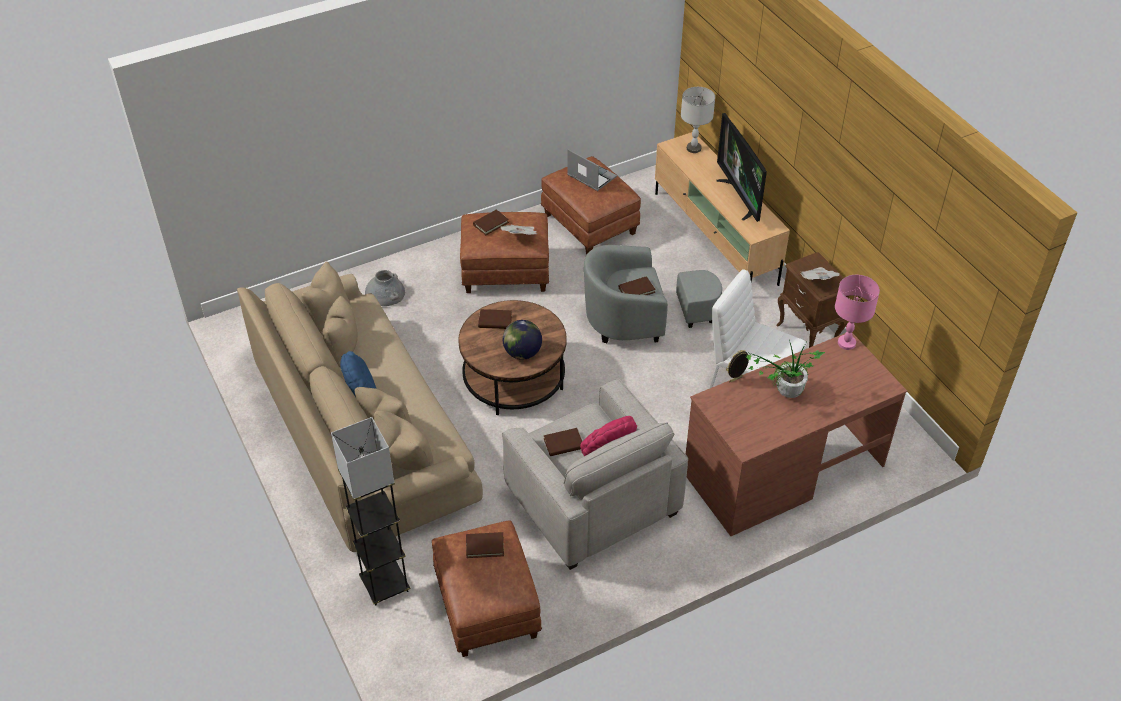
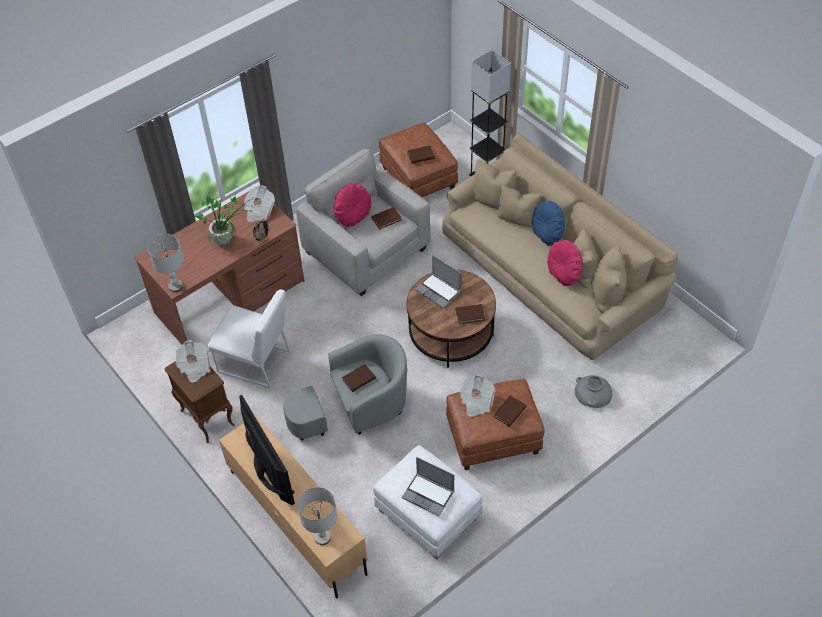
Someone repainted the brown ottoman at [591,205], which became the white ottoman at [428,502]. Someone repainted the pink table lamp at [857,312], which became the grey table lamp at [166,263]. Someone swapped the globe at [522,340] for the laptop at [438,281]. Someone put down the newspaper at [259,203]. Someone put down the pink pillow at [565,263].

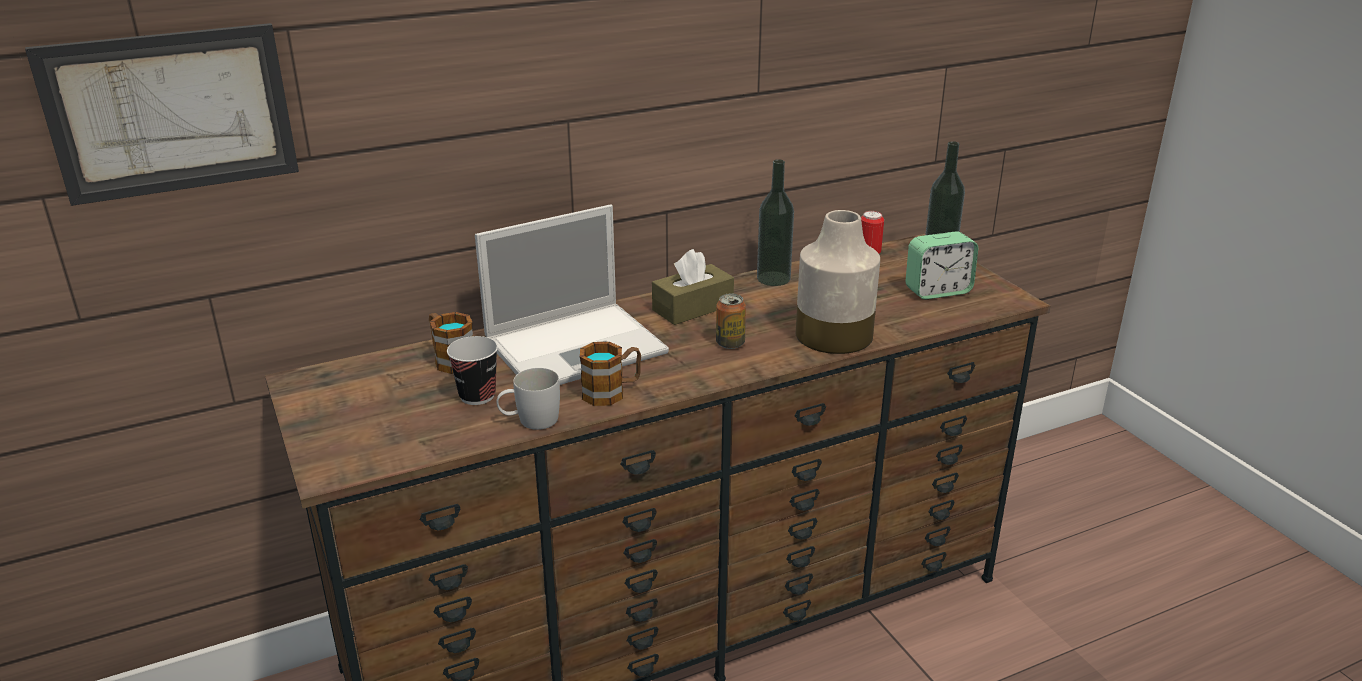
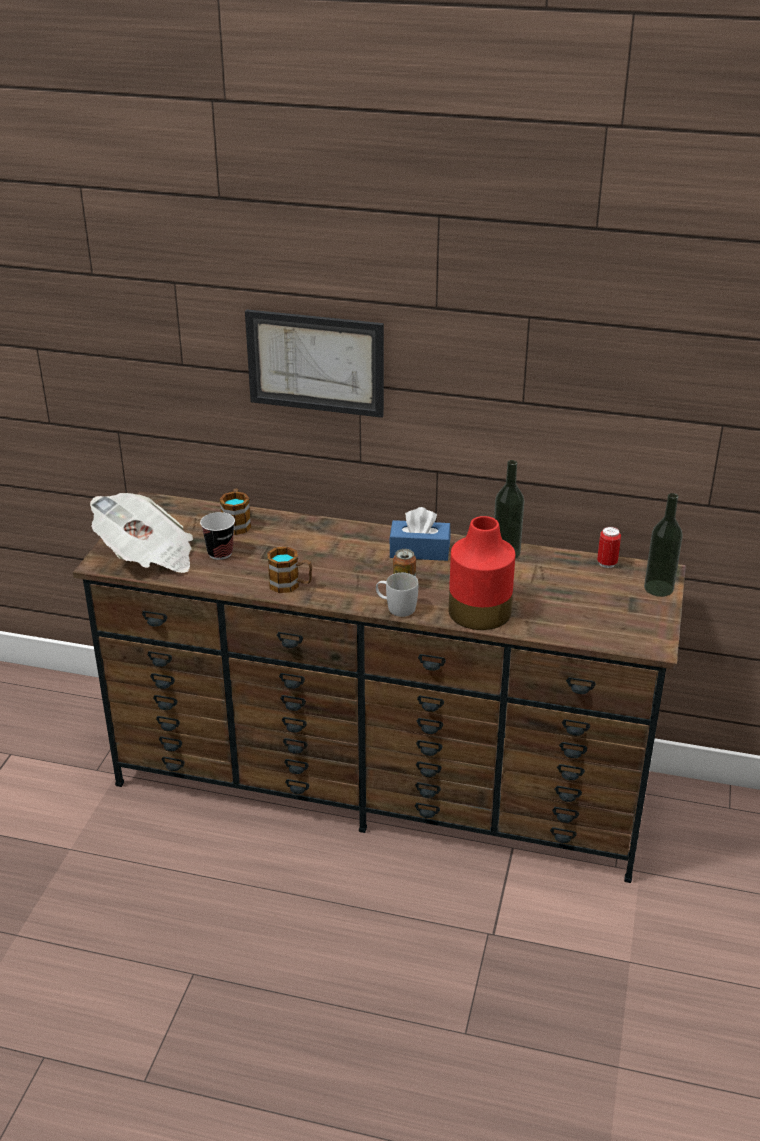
Someone carried the picture from [162,114] to [314,363]. Someone took away the laptop at [572,295]. Someone repainted the beige vase at [838,282], which became the red vase at [482,573]. Someone took away the alarm clock at [941,265]. Someone repainted the brown tissue box at [693,287], which became the blue tissue box at [420,534]. Someone carried the white mug from [528,399] to [397,595]. Someone put down the newspaper at [141,533].

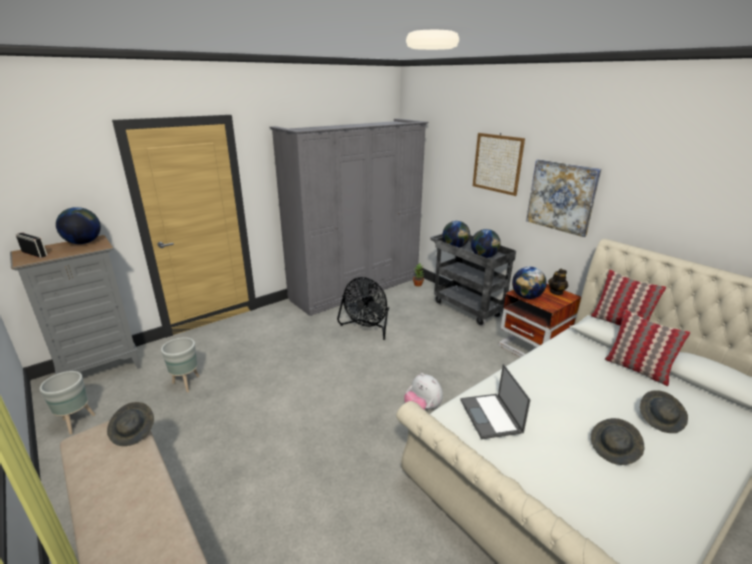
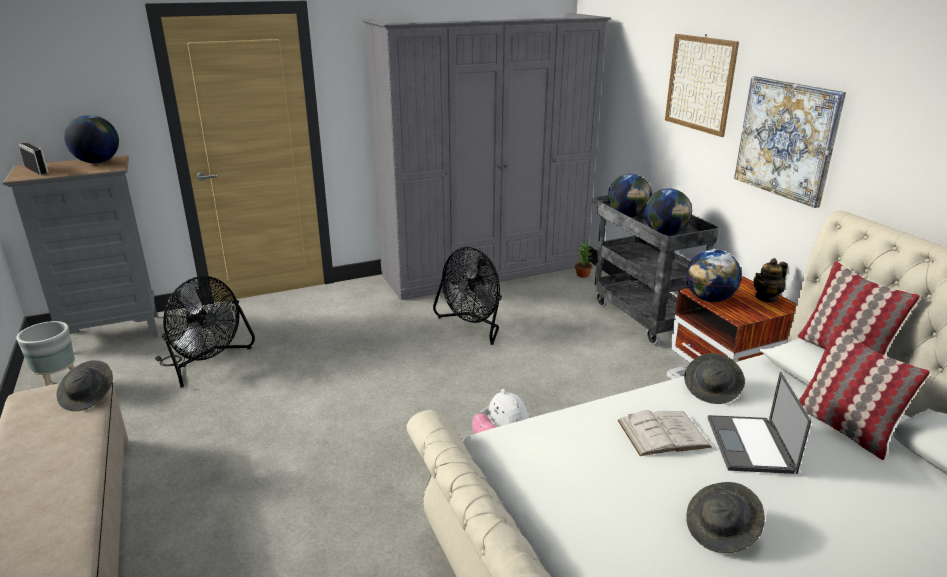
Someone swapped the grey planter at [180,364] for the black fan at [205,332]. Someone carried the laptop from [495,401] to [759,423]. Someone carried the grey hat from [664,411] to [714,378]. Someone put down the white book at [665,433].

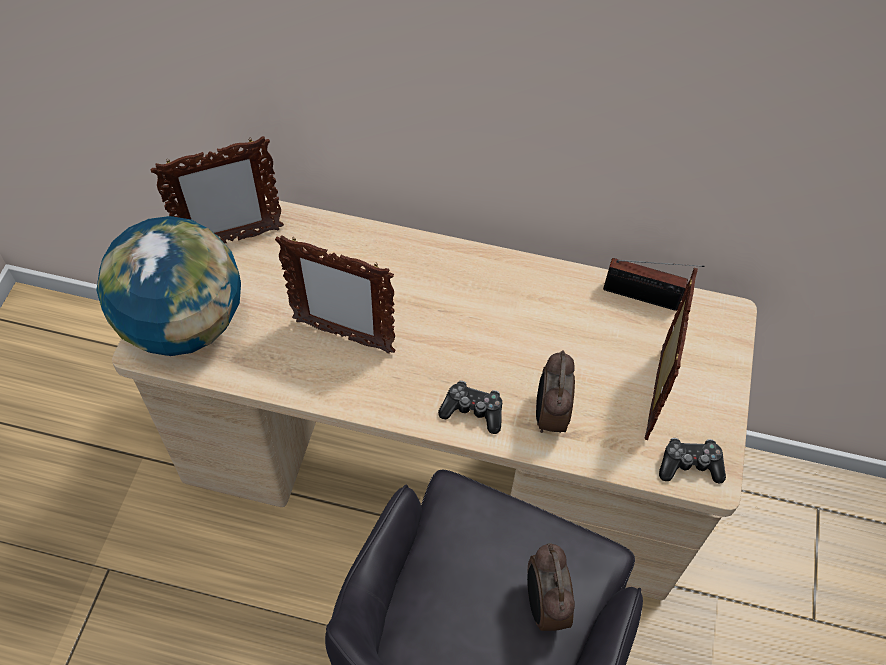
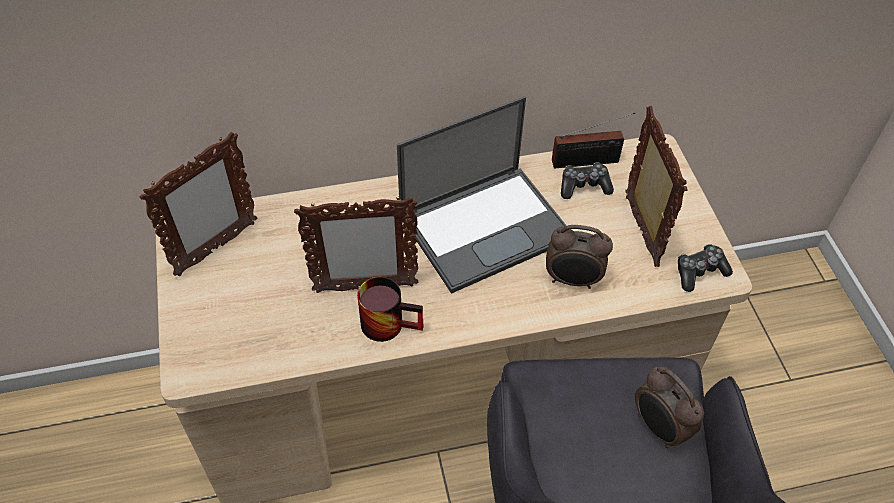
Someone took away the globe at [168,286]. Someone rotated the alarm clock at [555,392] by 60 degrees counterclockwise. Someone carried the game controller from [470,407] to [587,180]. Someone put down the laptop at [482,195]. Someone put down the mug at [390,309].

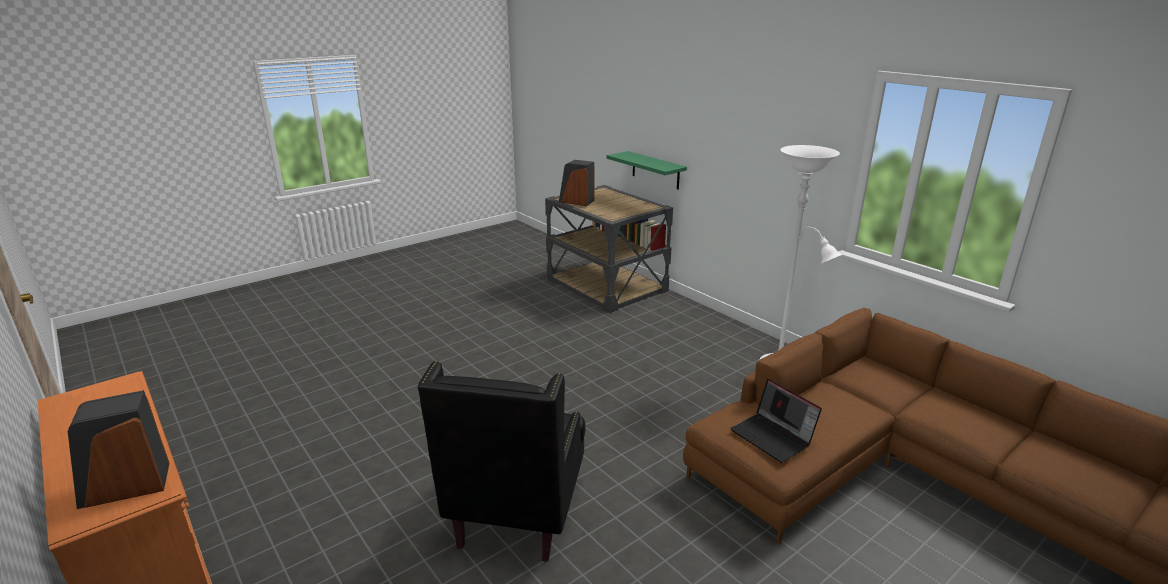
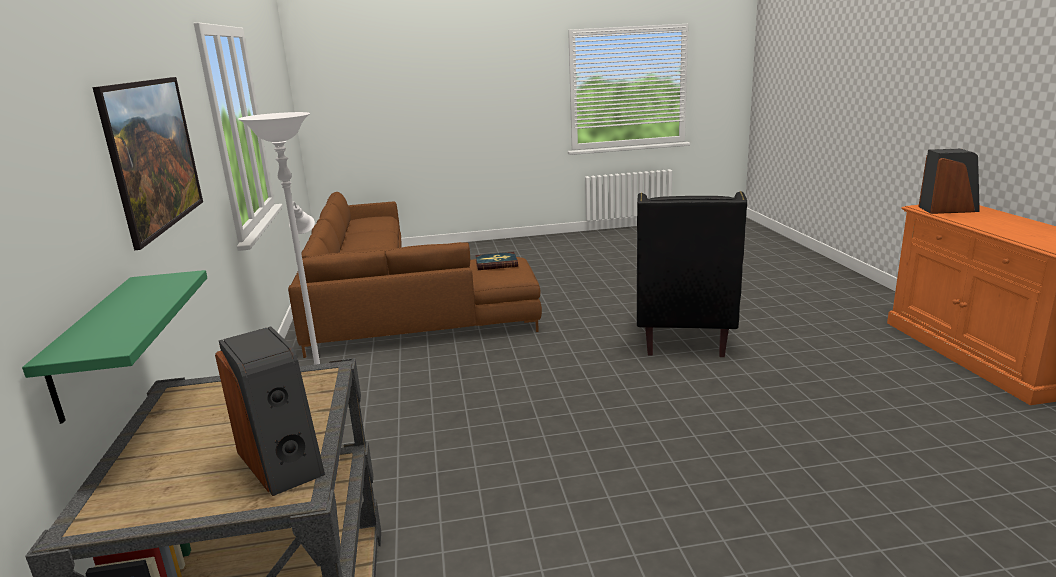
Someone rotated the black armchair at [502,461] by 150 degrees clockwise. Someone swapped the laptop at [776,421] for the book at [496,261]. Someone put up the picture at [147,163].

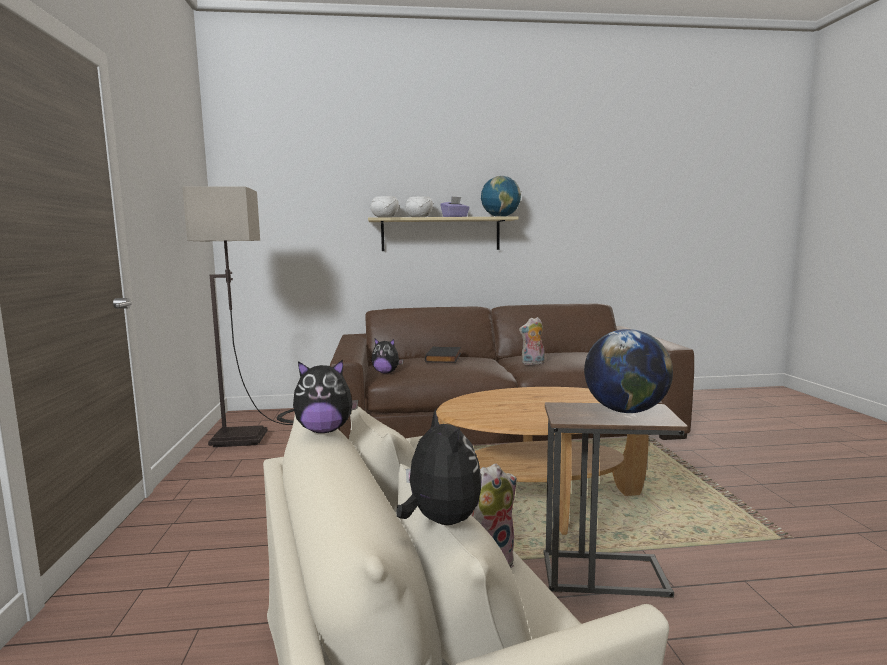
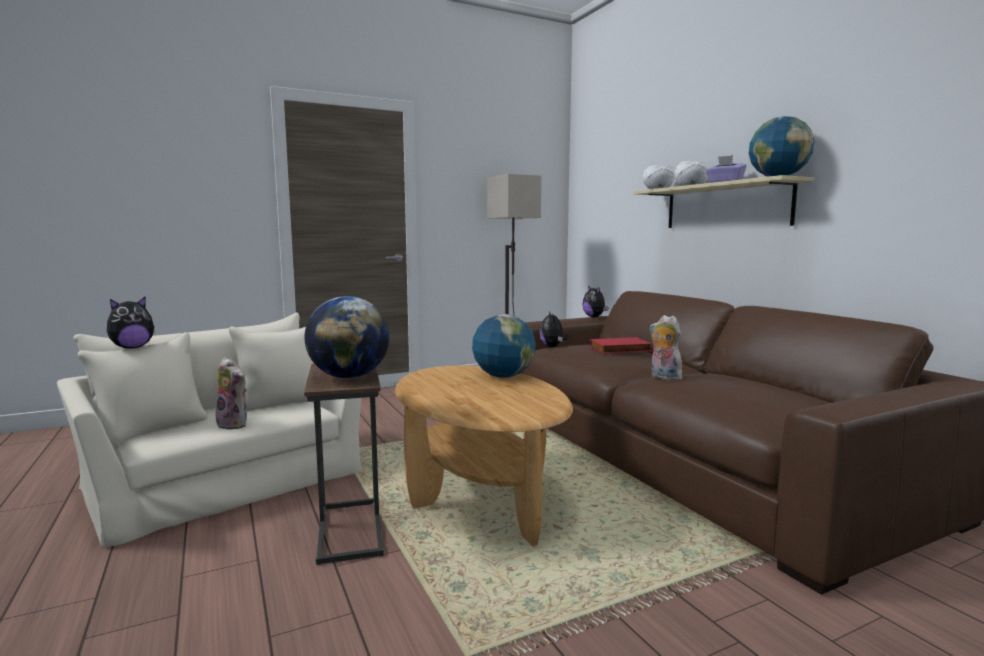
Someone repainted the black book at [443,354], which became the red book at [621,345]. Someone carried the plush toy from [325,396] to [595,301]. Someone put down the globe at [504,346].

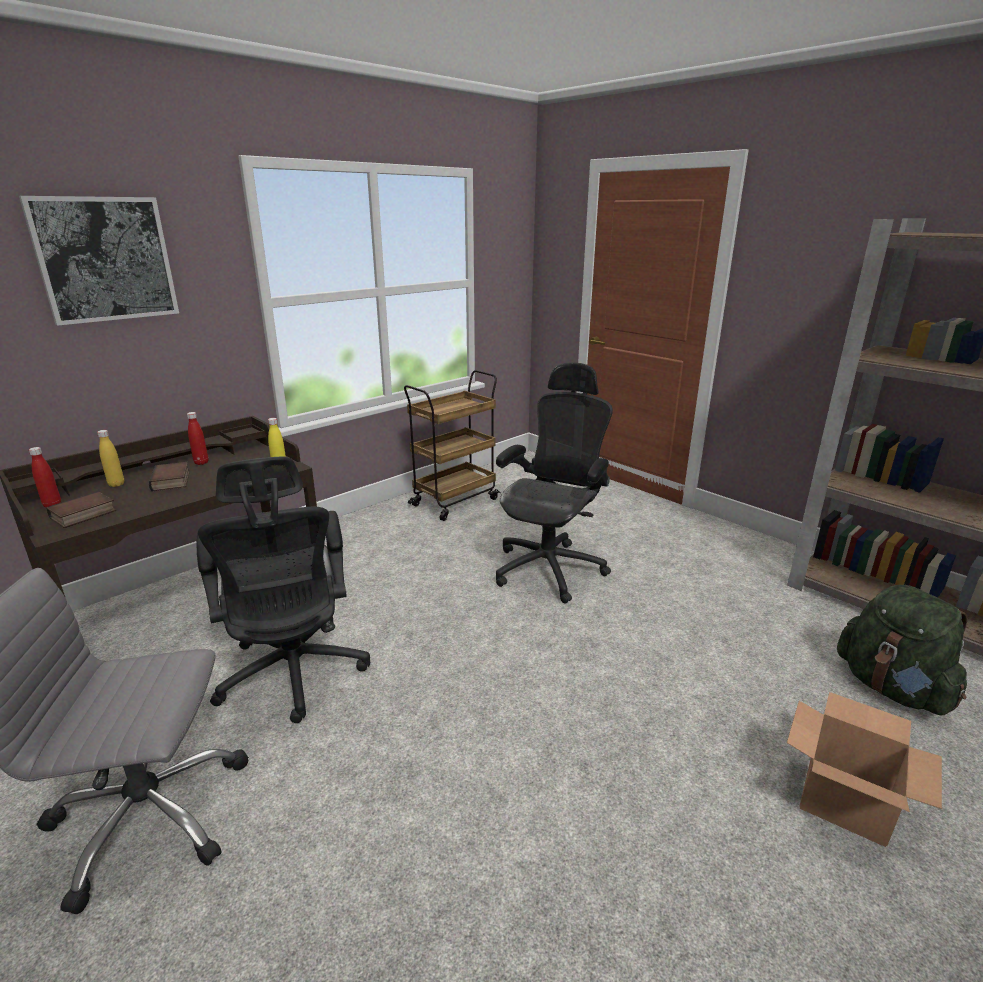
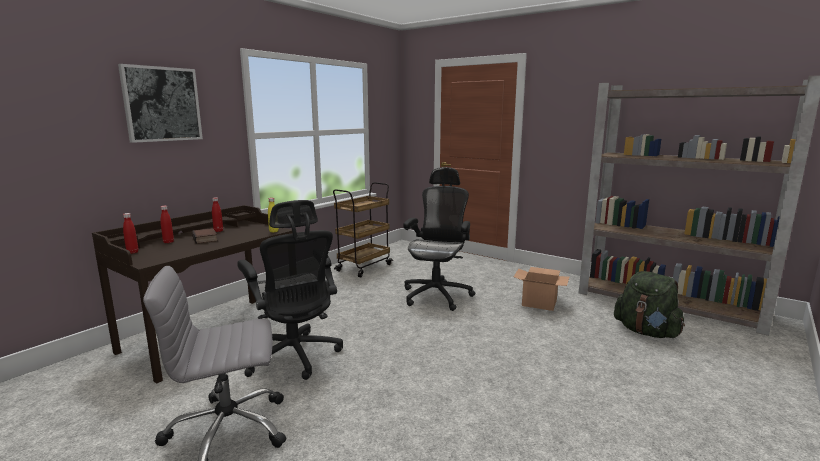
Someone repainted the yellow bottle at [110,458], which became the red bottle at [167,224]. Someone took away the book at [81,510]. Someone carried the cardboard box from [864,769] to [541,289].

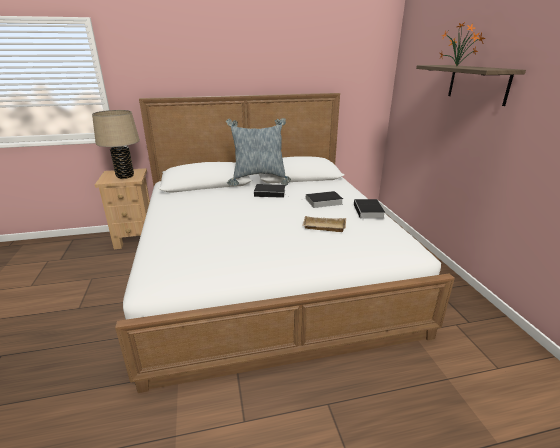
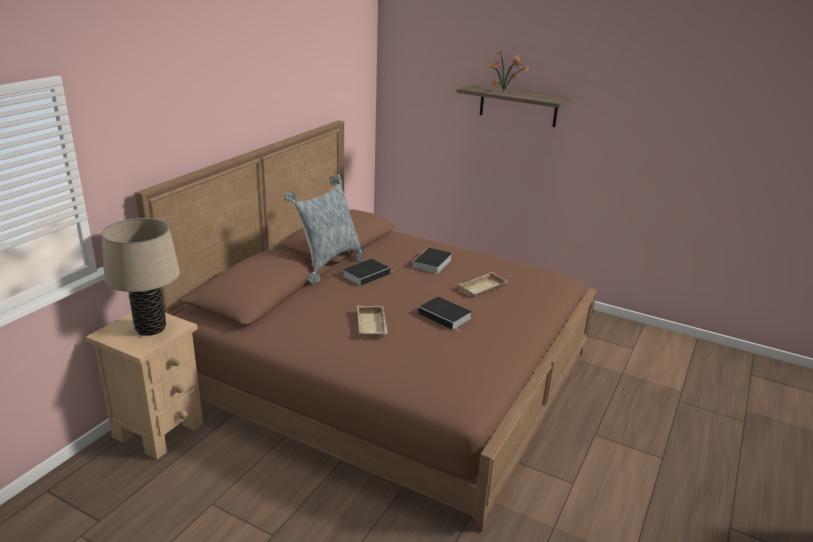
Someone repainted the white bed at [285,243], which became the brown bed at [366,326]. Someone carried the book from [369,209] to [445,314]. Someone put down the beige tray at [372,322].

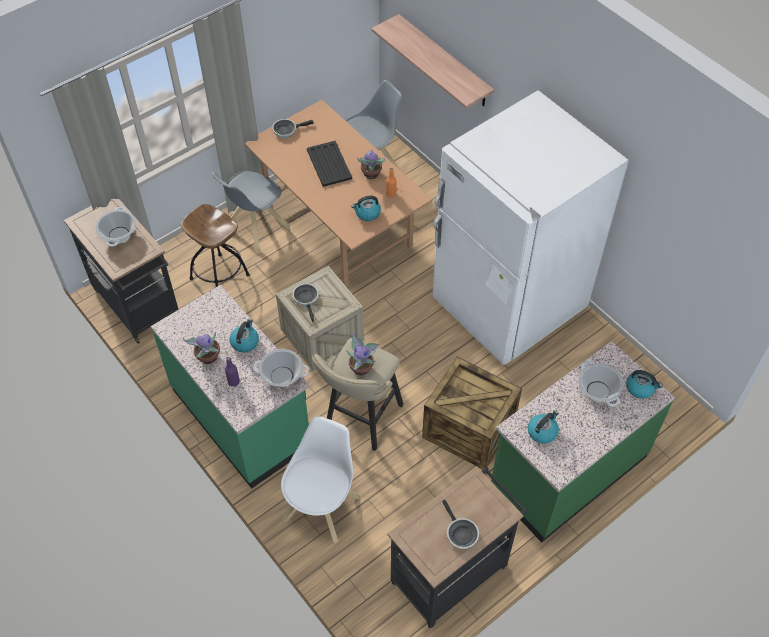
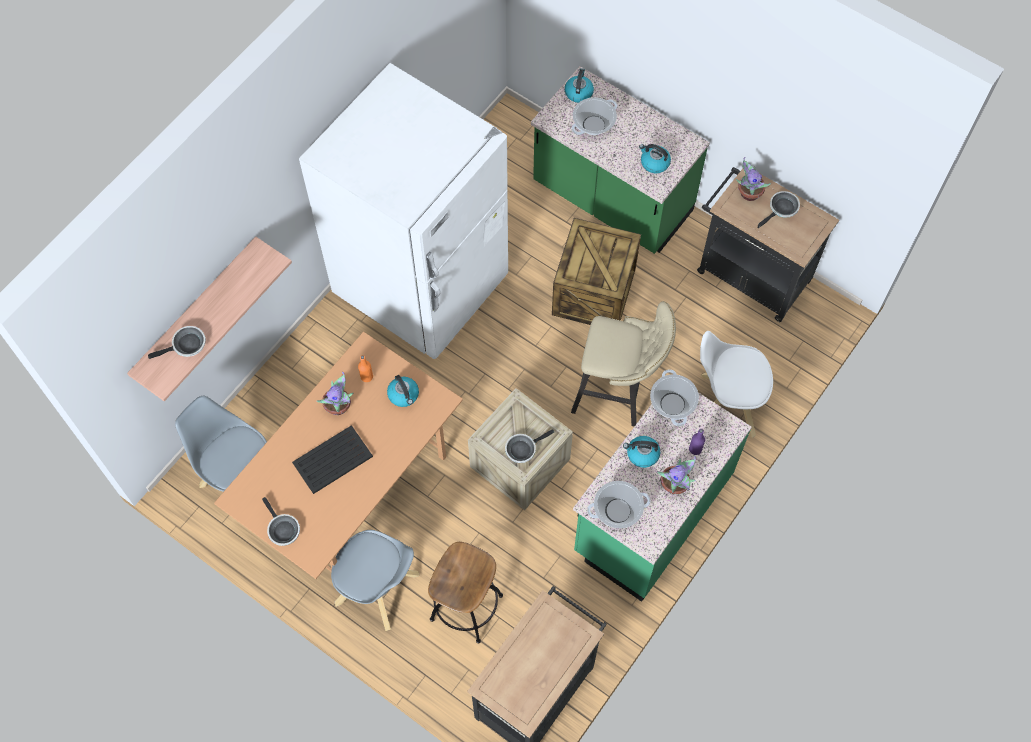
Someone carried the cooking pot from [115,227] to [619,504]. Someone carried the potted plant from [363,354] to [753,179]. Someone put down the frying pan at [177,342].

